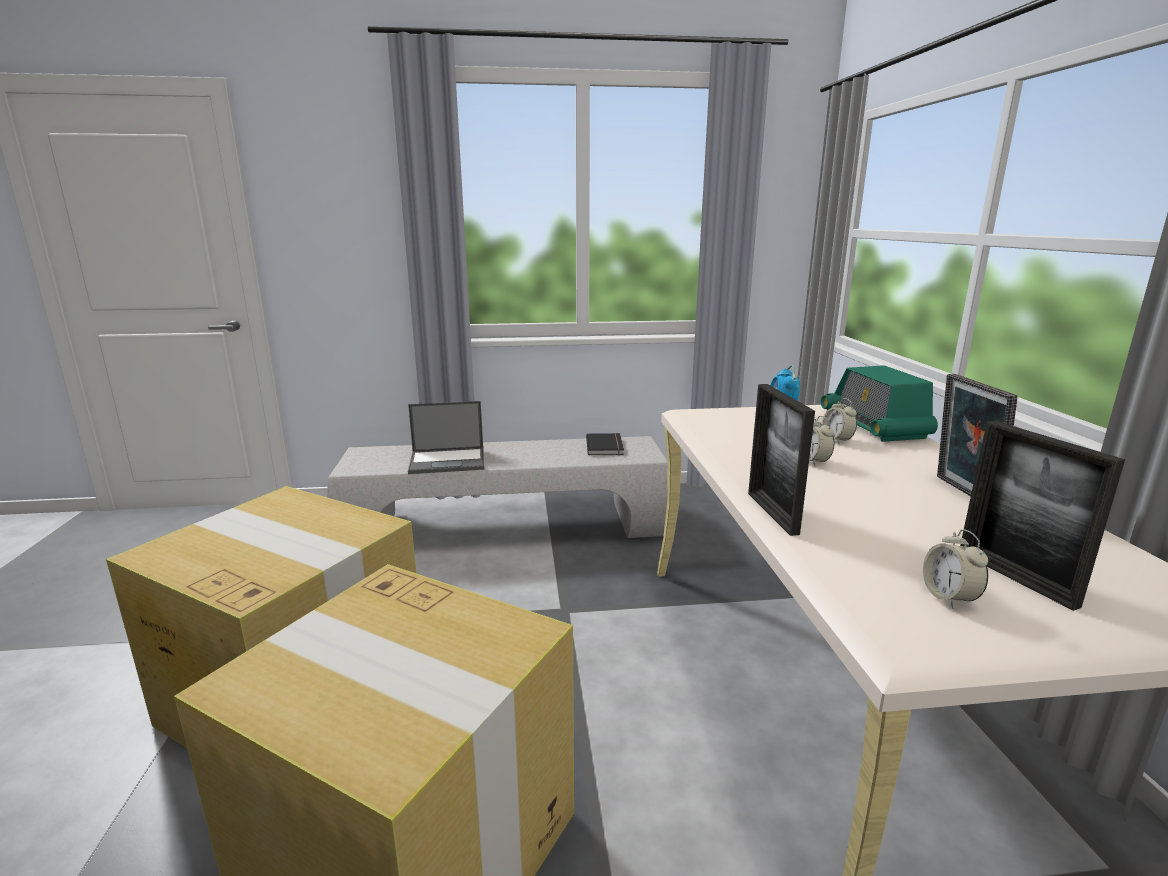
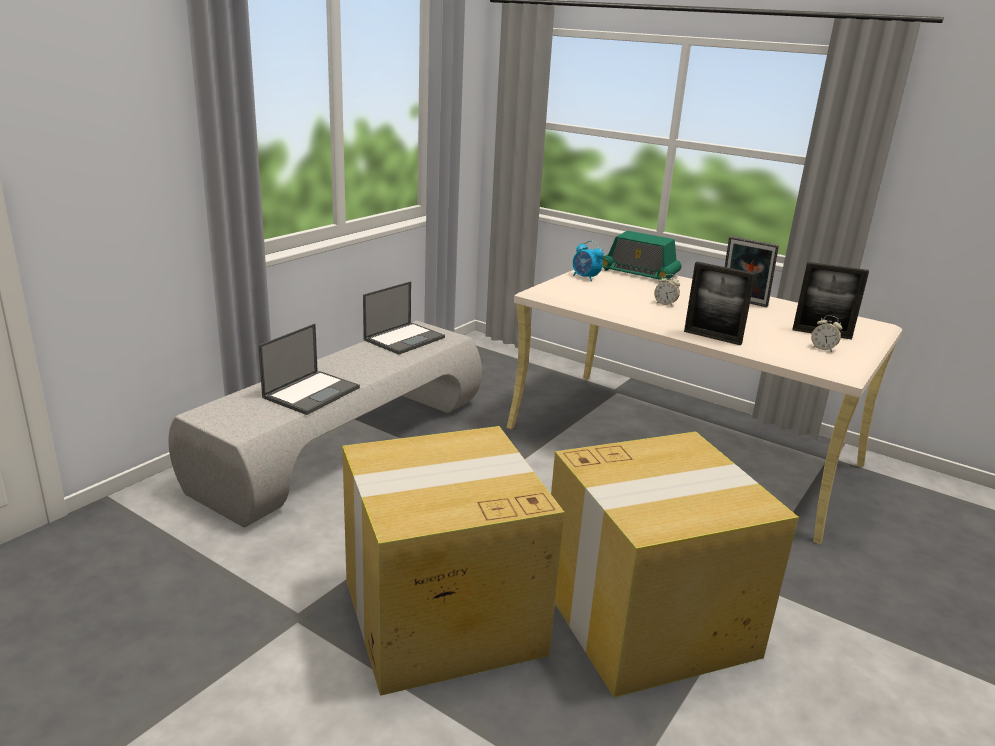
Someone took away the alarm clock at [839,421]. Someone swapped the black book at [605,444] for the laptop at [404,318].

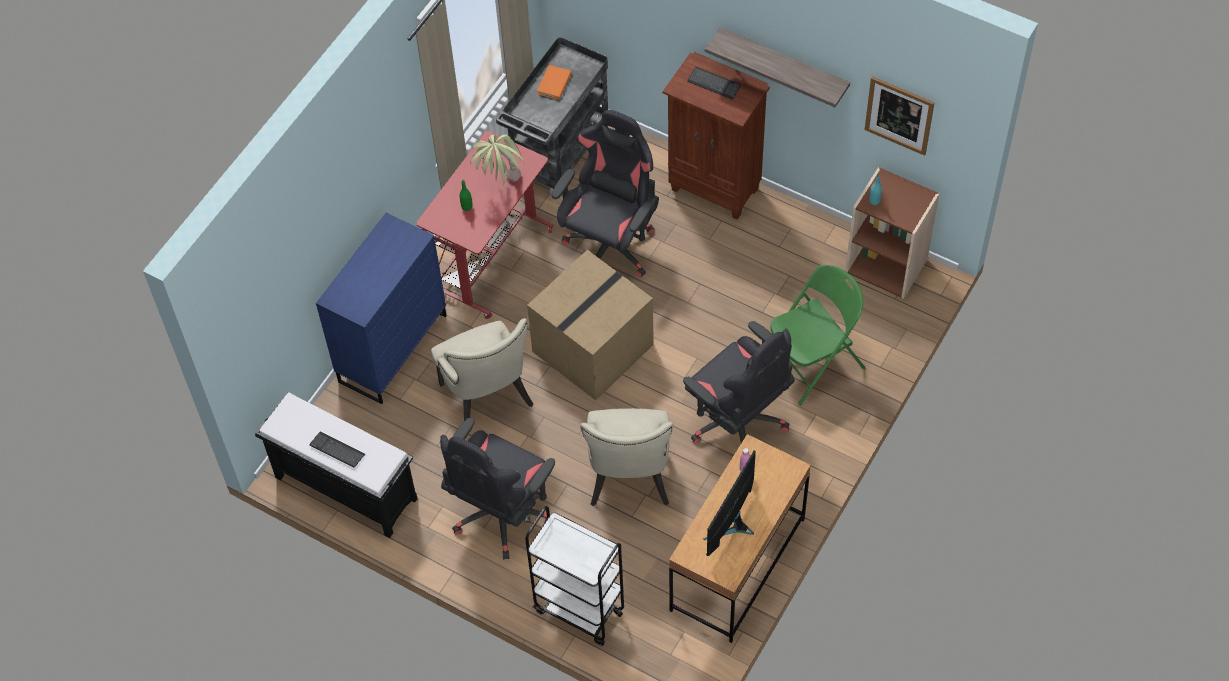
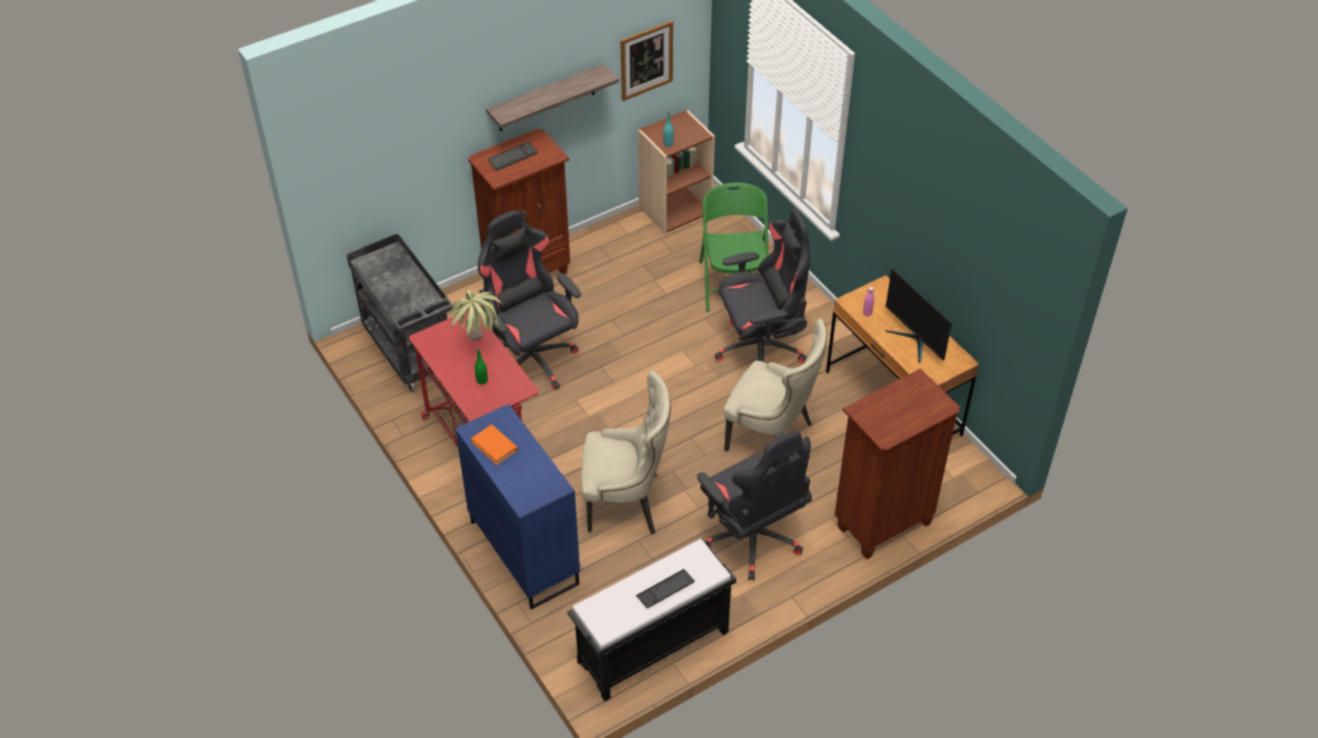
Someone carried the orange book from [554,82] to [494,444]. Someone took away the cardboard box at [590,325]. Someone swapped the white cart at [574,576] for the brown cabinet at [898,463].

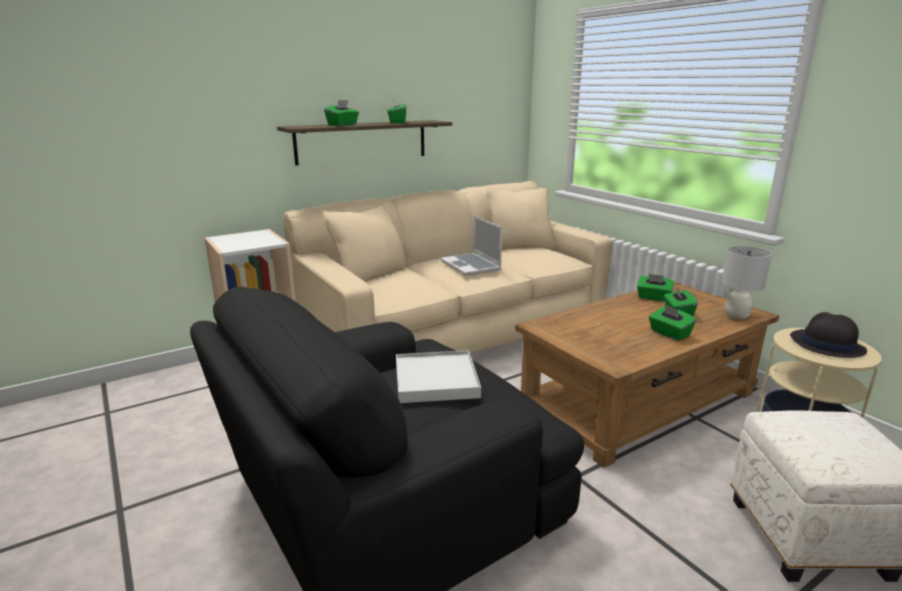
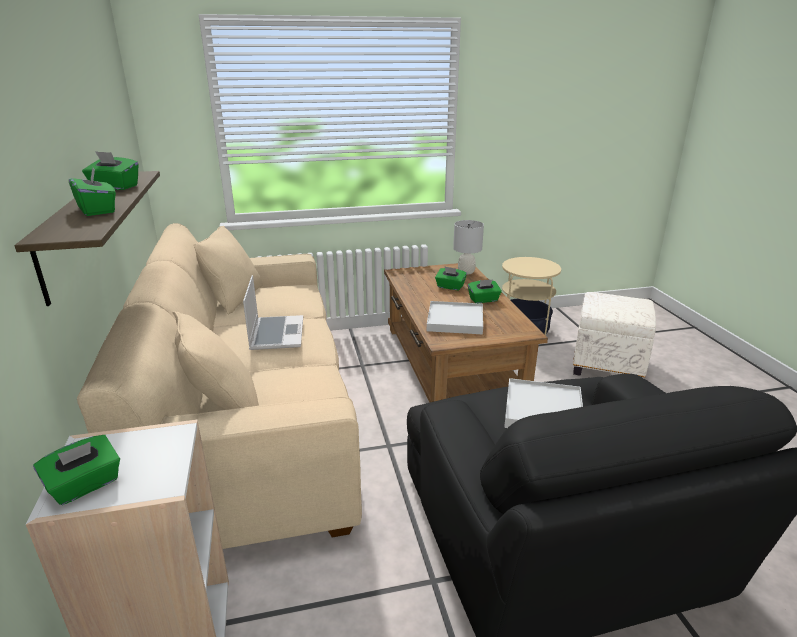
Someone rotated the laptop at [471,246] by 90 degrees counterclockwise. Someone carried the green tissue box from [655,288] to [76,470]. Someone took away the black hat at [828,335]. Someone put down the white tray at [455,317].

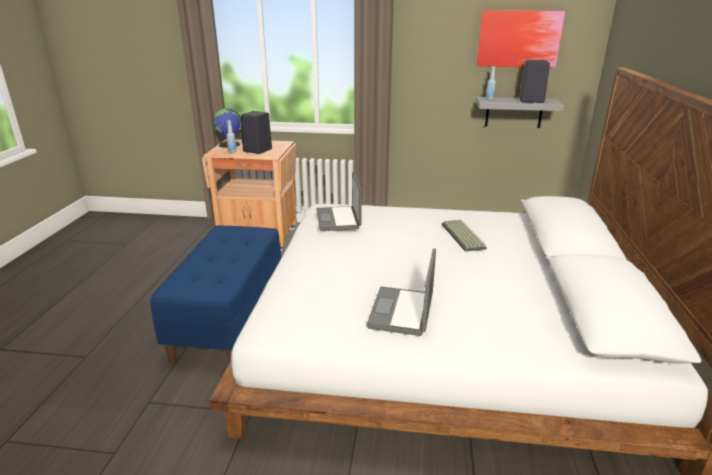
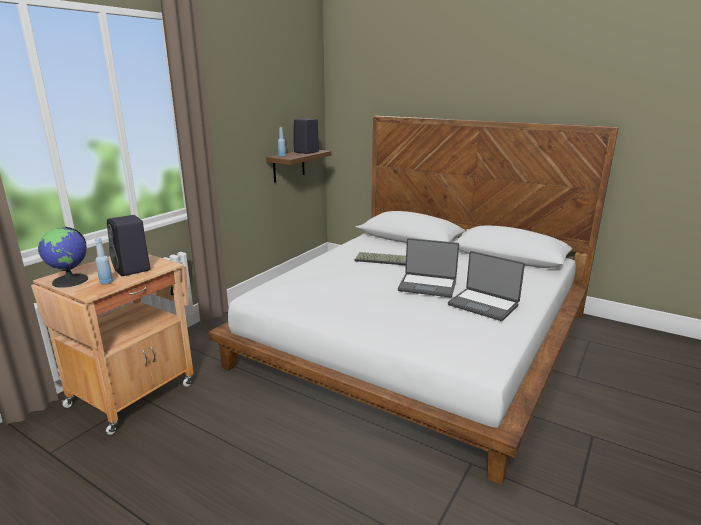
Someone took away the picture at [521,39]. Someone repainted the grey shelf at [520,112], which became the brown shelf at [298,166]. Someone carried the laptop from [339,201] to [428,267]. Someone took away the blue bench at [215,294].

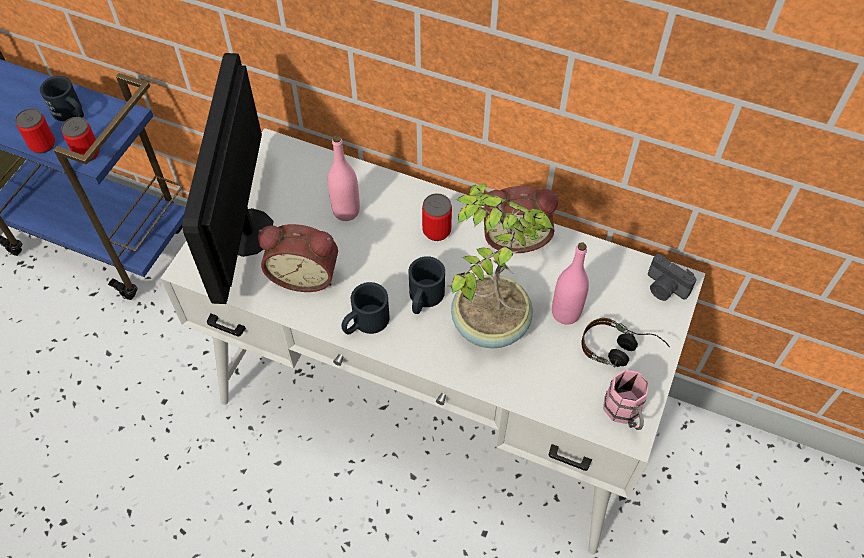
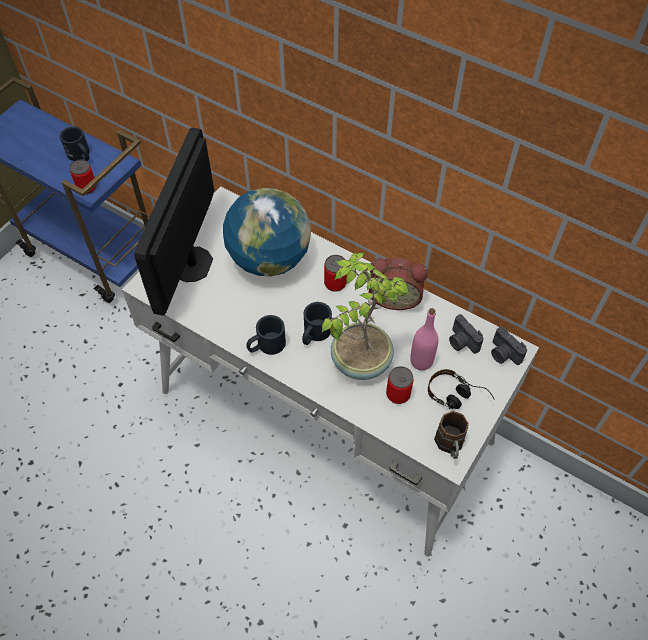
Someone carried the can from [35,131] to [400,385]. Someone swapped the pink bottle at [344,178] for the globe at [267,232]. Someone took away the alarm clock at [298,258]. Someone repainted the pink mug at [625,400], which became the brown mug at [451,435]. Someone put down the photo camera at [466,334].

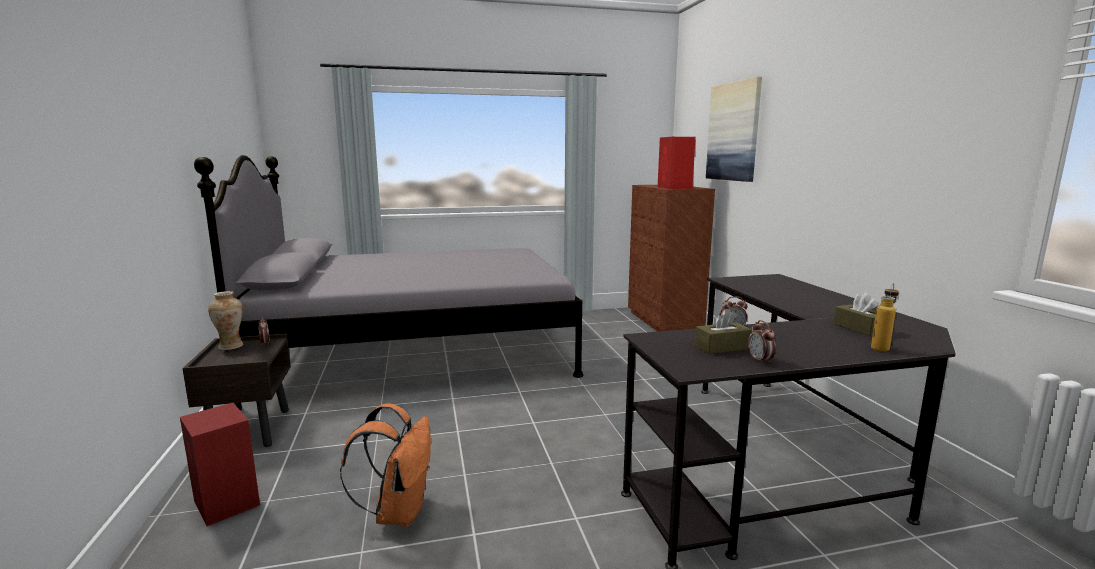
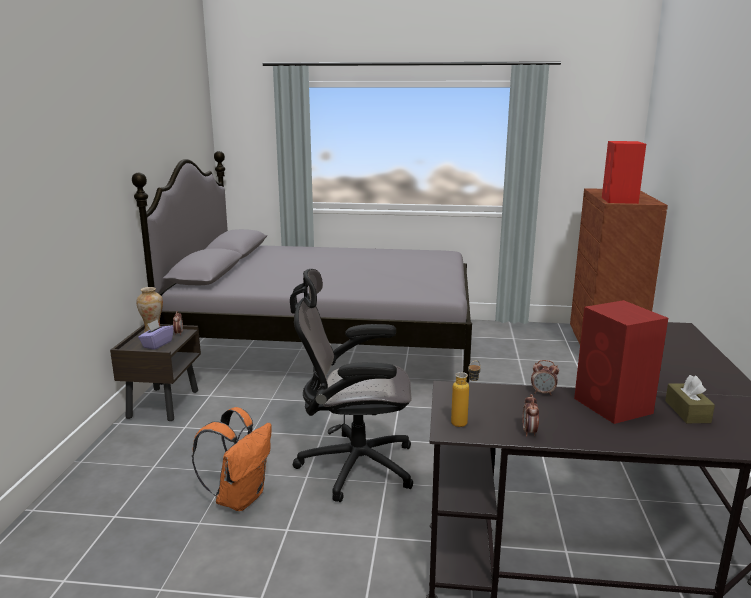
Someone took away the picture at [734,129]. Someone carried the bottle from [885,317] to [465,394]. Someone took away the brown tissue box at [723,331]. Someone carried the red speaker from [220,464] to [621,362]. Someone put down the office chair at [351,385]. Someone put down the purple tissue box at [156,335].

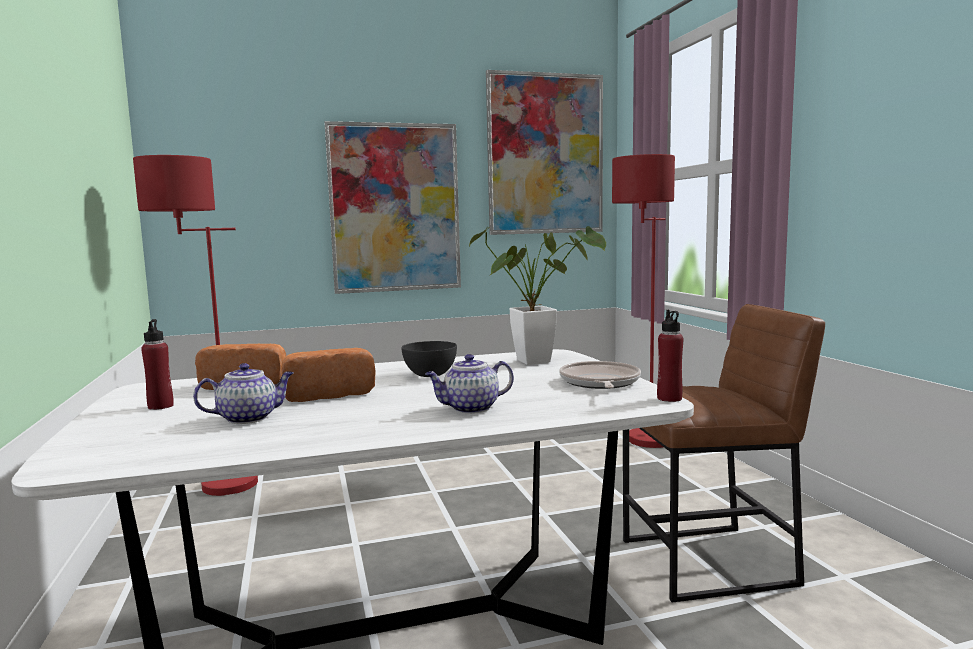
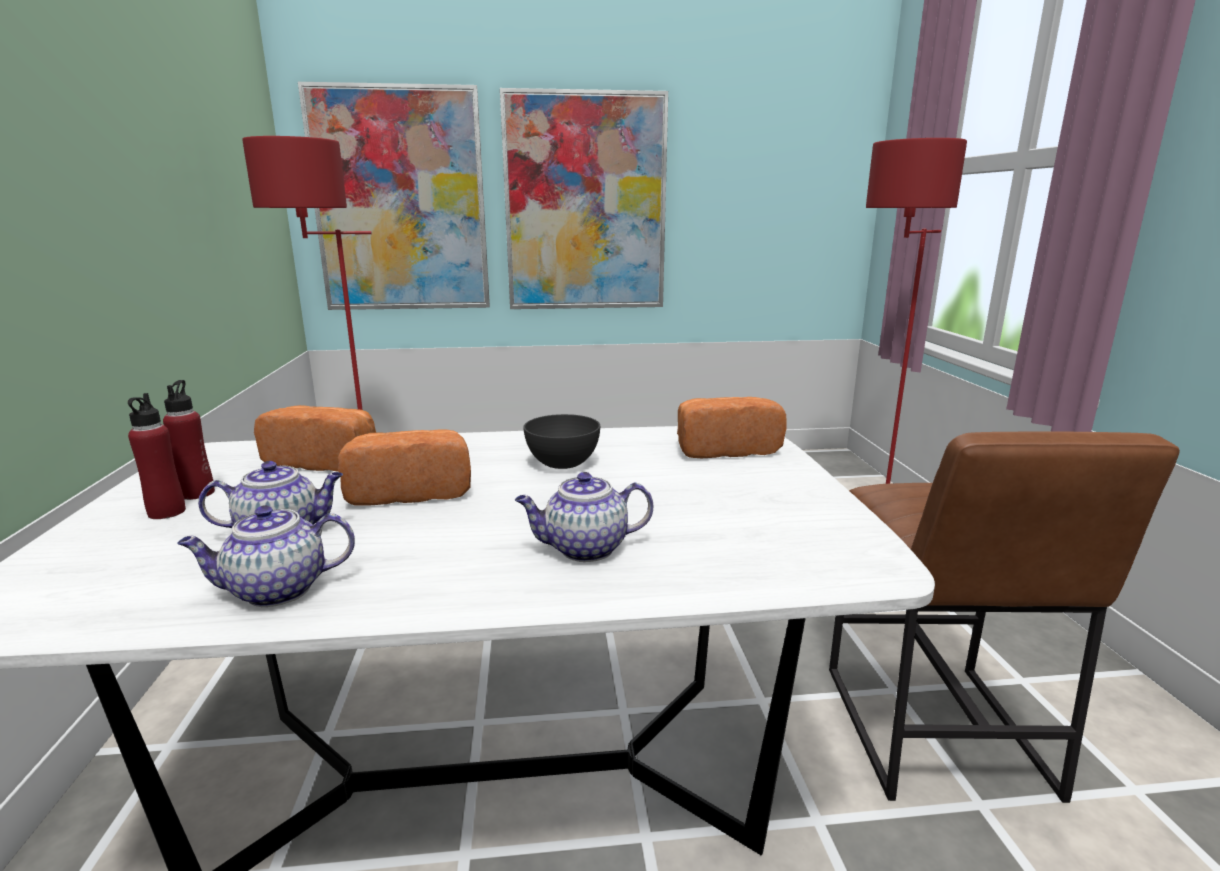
Someone carried the picture from [544,152] to [394,196]. Someone swapped the potted plant at [537,295] for the bread at [732,427]. Someone rotated the brown chair at [724,453] by 90 degrees clockwise. Someone carried the red bottle from [670,356] to [157,456]. Someone took away the frying pan at [600,375]. Someone put down the teapot at [266,556].

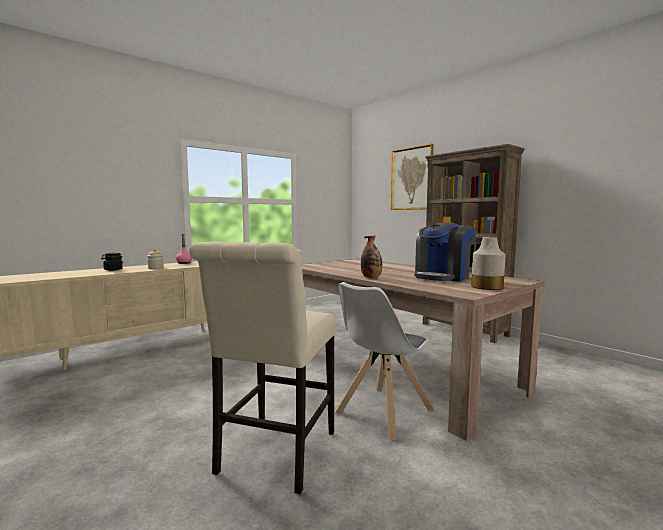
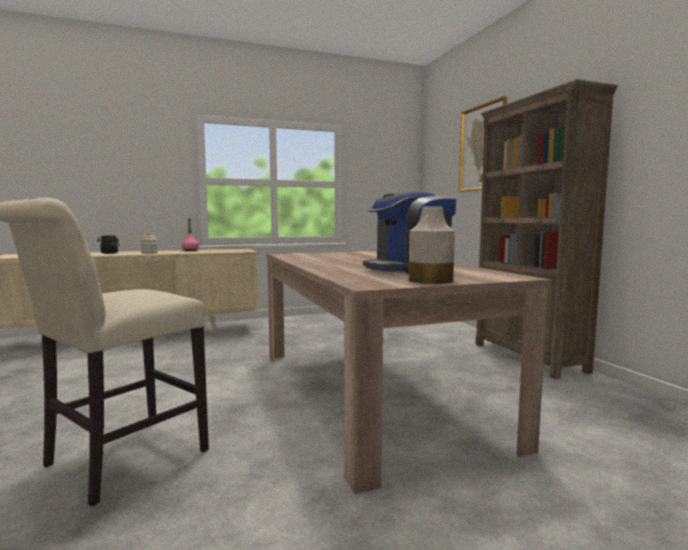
Someone took away the bottle at [371,256]. Someone took away the chair at [384,361].

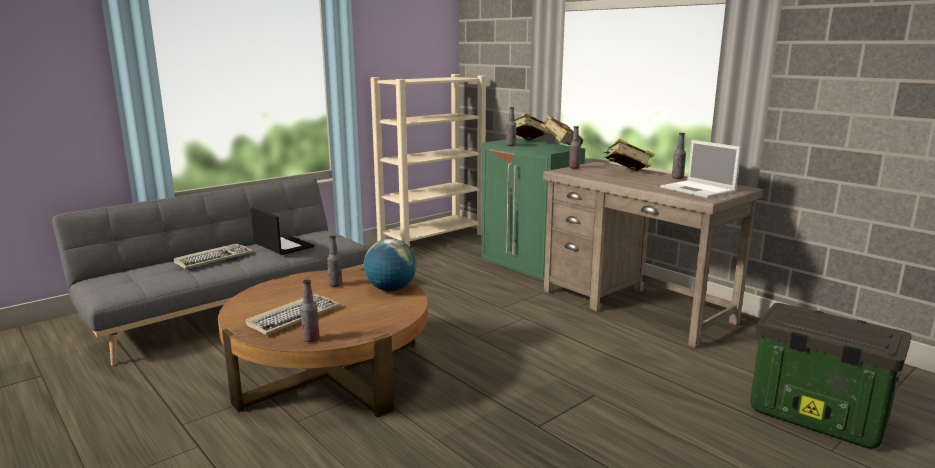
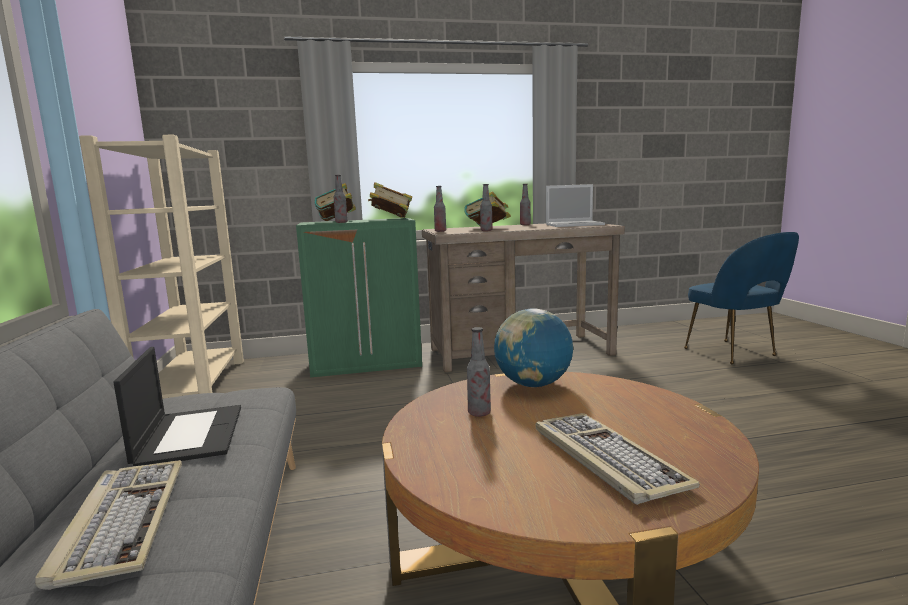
Someone rotated the laptop at [283,231] by 90 degrees clockwise. Someone carried the bottle from [310,311] to [486,207]. Someone swapped the storage box at [831,376] for the blue chair at [741,298].

